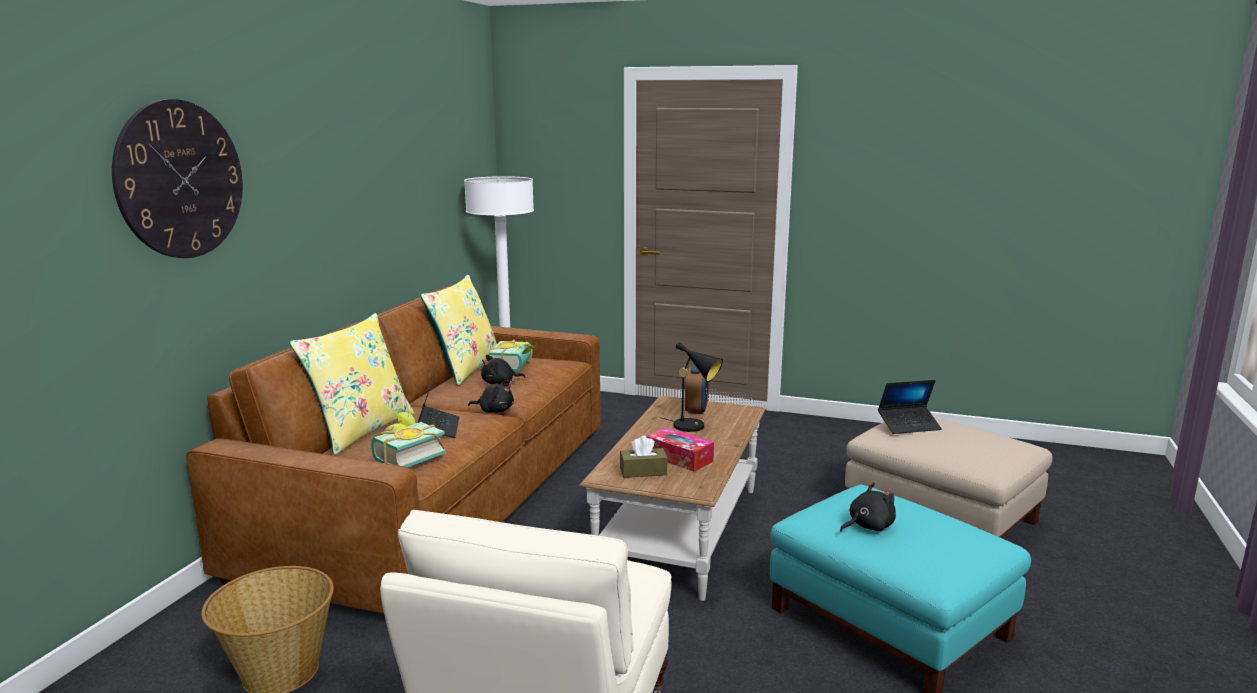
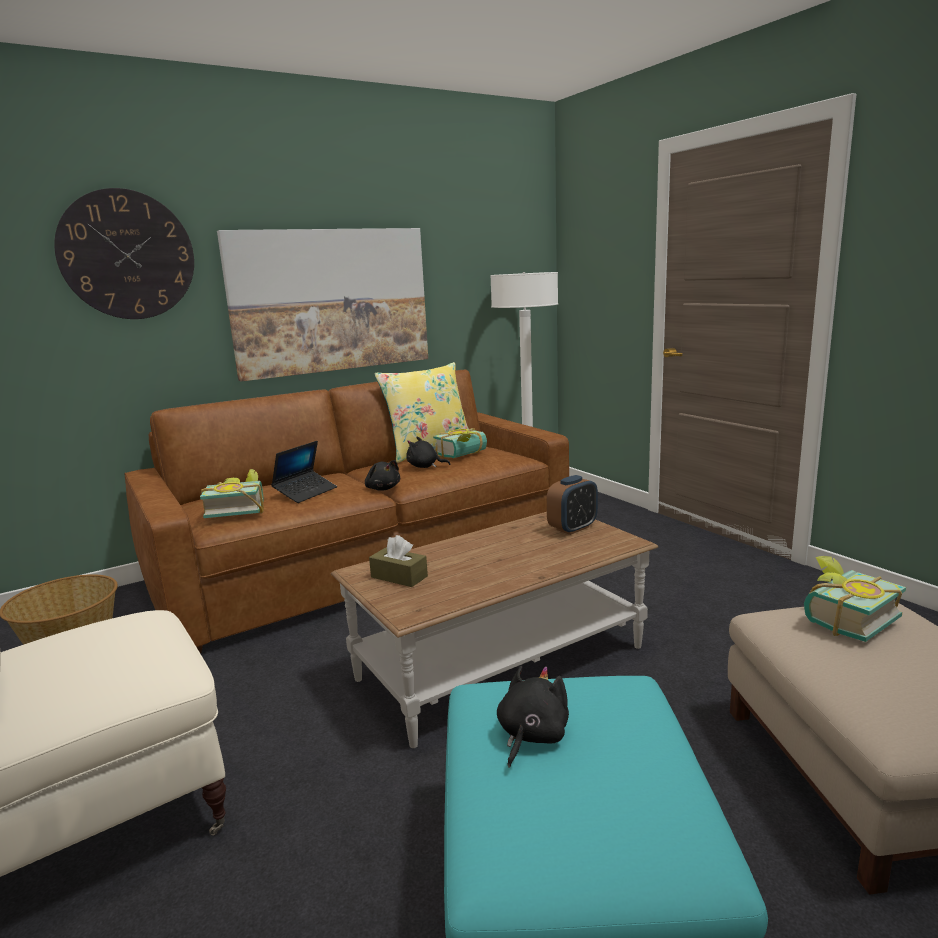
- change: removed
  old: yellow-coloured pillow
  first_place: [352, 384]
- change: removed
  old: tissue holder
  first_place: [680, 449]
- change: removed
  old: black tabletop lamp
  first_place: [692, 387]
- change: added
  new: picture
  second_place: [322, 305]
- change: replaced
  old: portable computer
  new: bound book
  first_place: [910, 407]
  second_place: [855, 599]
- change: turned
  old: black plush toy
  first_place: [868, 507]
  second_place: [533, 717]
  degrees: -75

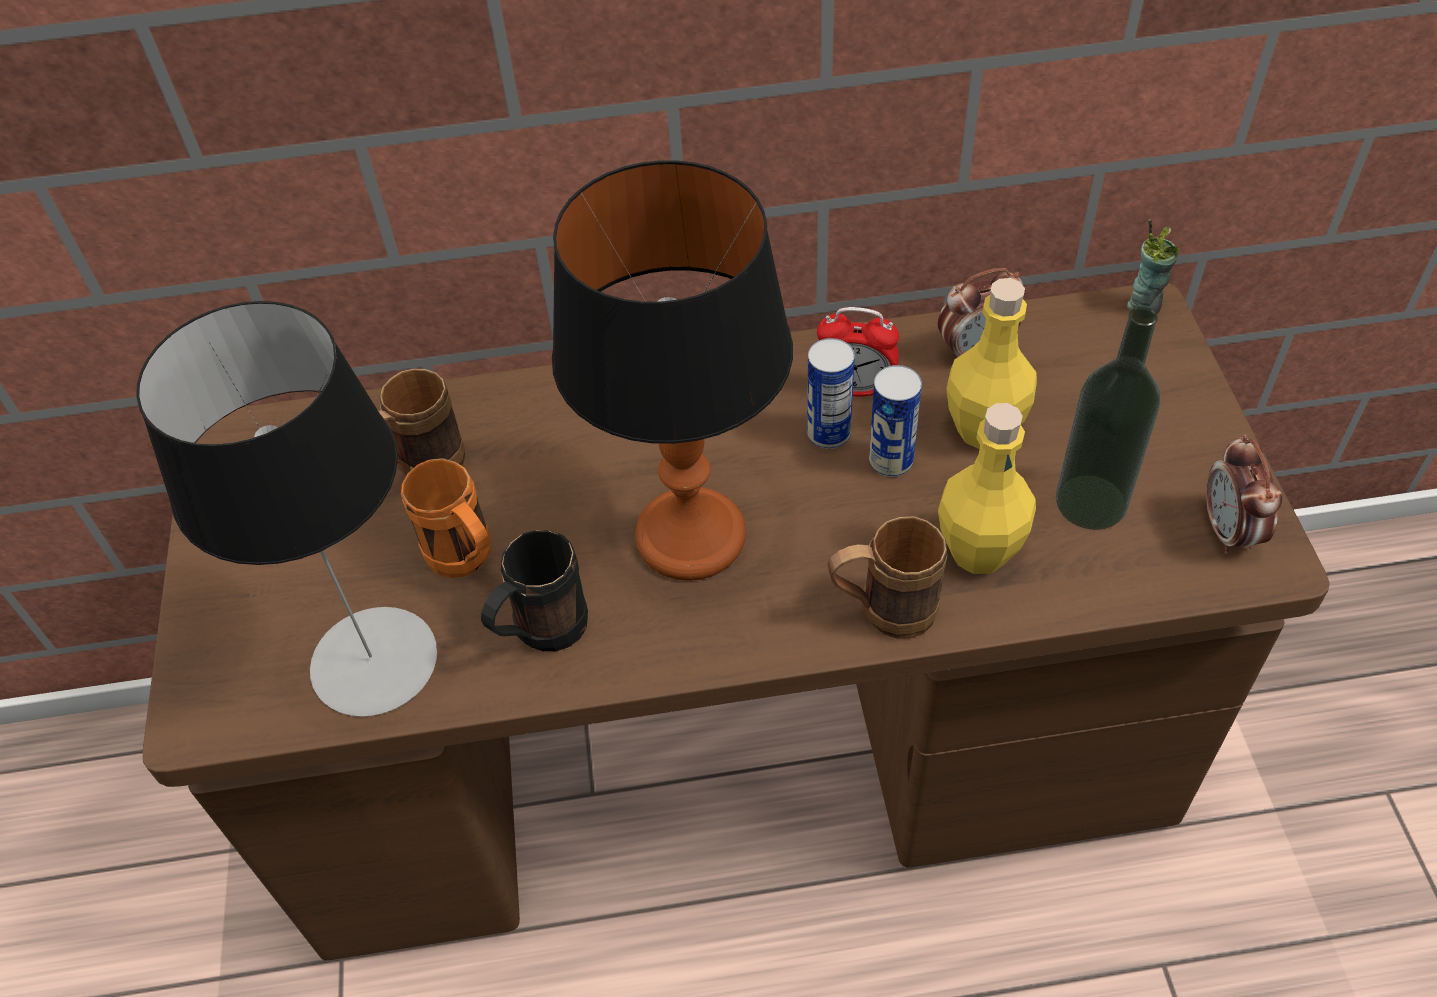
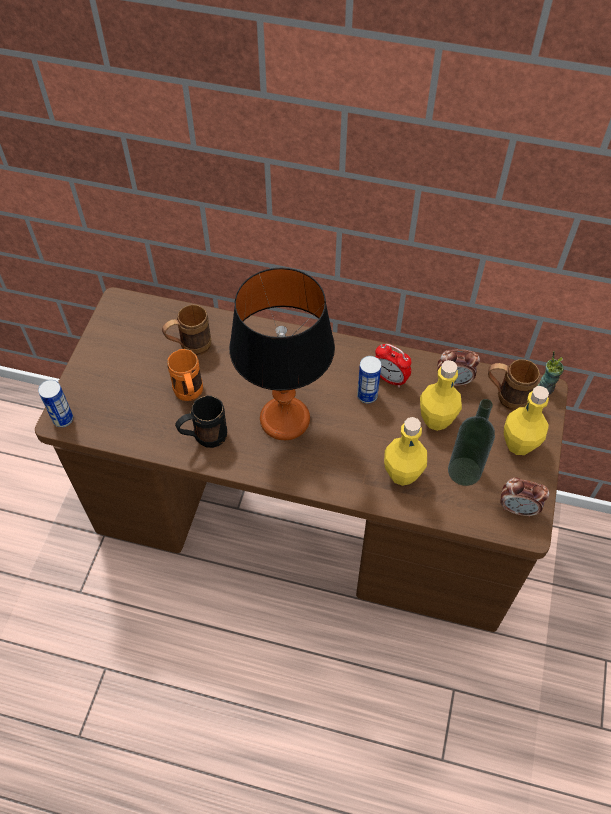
- change: removed
  old: tabletop lamp
  first_place: [286, 509]
- change: added
  new: yellow-coloured beverage bottle
  second_place: [526, 420]
- change: moved
  old: brown-coloured mug
  first_place: [887, 577]
  second_place: [514, 385]
- change: moved
  old: sealed can
  first_place: [895, 421]
  second_place: [55, 403]
- change: turned
  old: table clock
  first_place: [1244, 494]
  second_place: [525, 497]
  degrees: -90

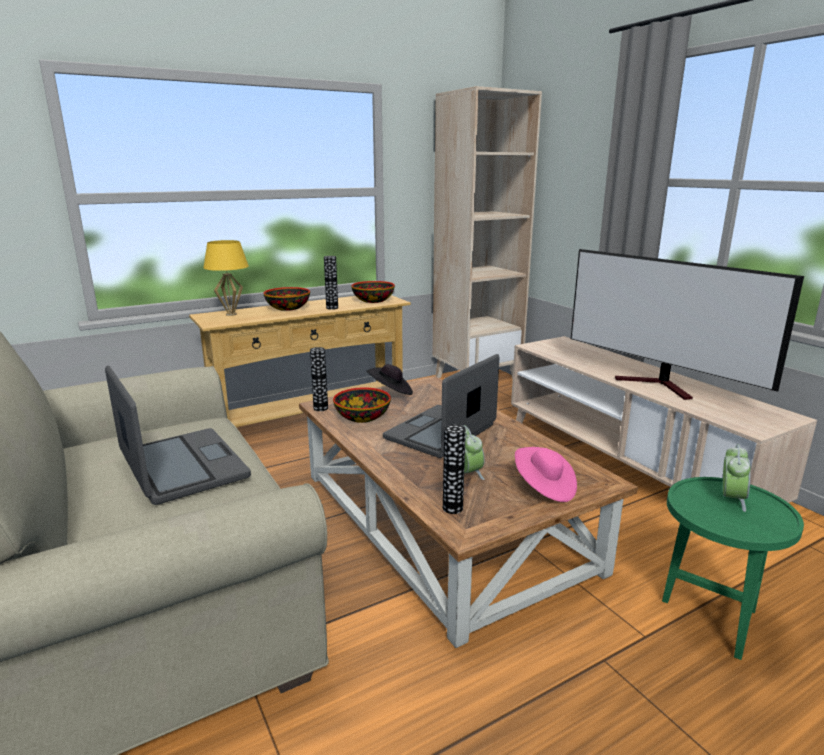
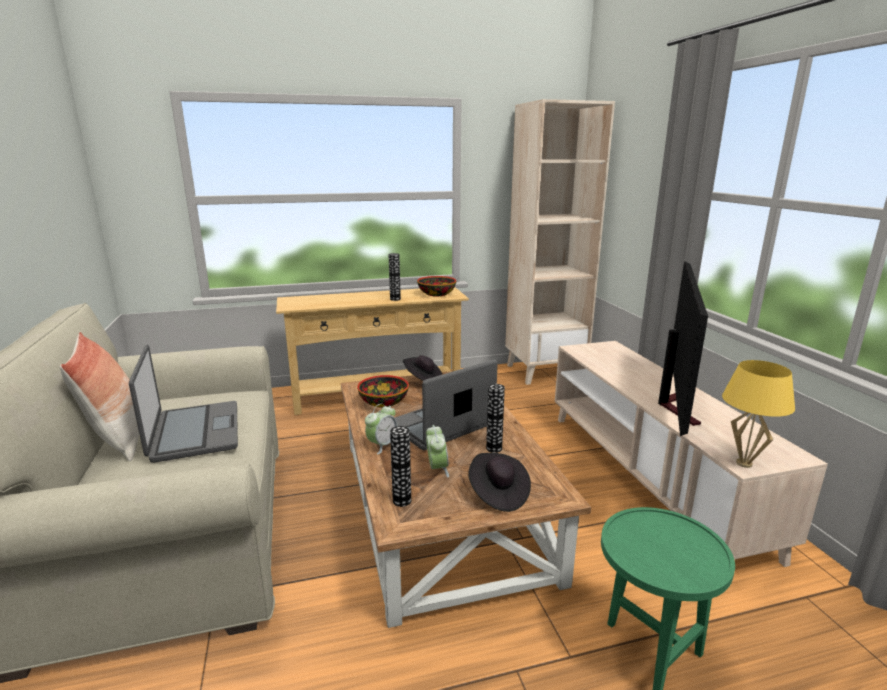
- change: removed
  old: bowl
  first_place: [286, 299]
- change: added
  new: pillow
  second_place: [99, 396]
- change: moved
  old: yellow-coloured tabletop lamp
  first_place: [226, 278]
  second_place: [758, 414]
- change: moved
  old: vase
  first_place: [319, 379]
  second_place: [495, 418]
- change: moved
  old: table clock
  first_place: [736, 478]
  second_place: [381, 429]
- change: recoloured
  old: pinkish wearable hat
  new: black wearable hat
  first_place: [546, 474]
  second_place: [499, 482]
- change: turned
  old: TV
  first_place: [687, 324]
  second_place: [683, 348]
  degrees: -135

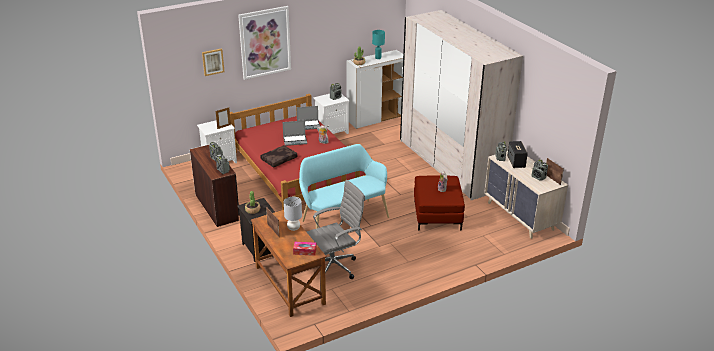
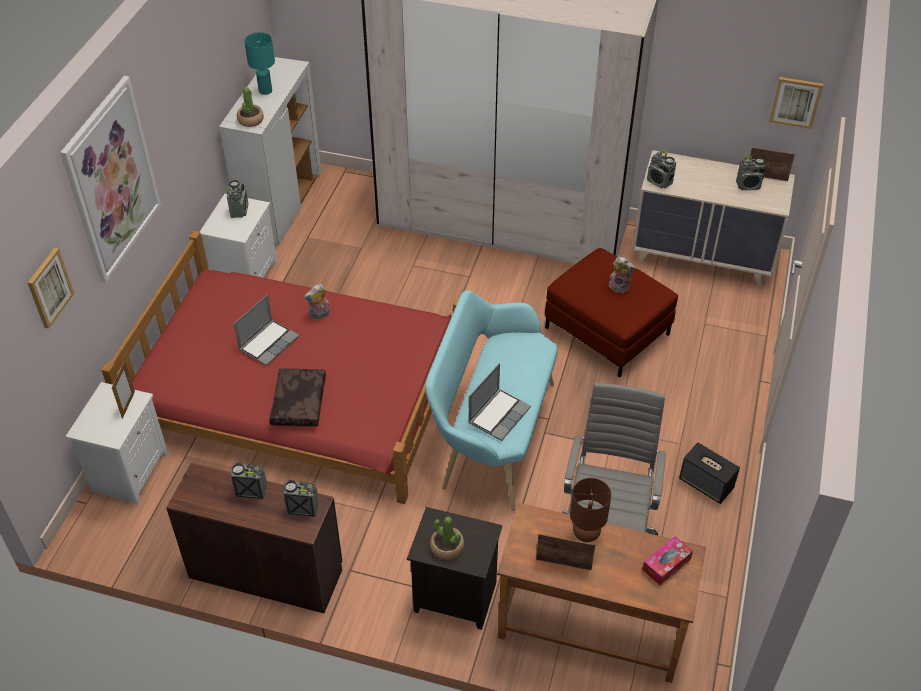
- change: added
  new: picture
  second_place: [796, 103]
- change: moved
  old: portable computer
  first_place: [308, 118]
  second_place: [499, 402]
- change: moved
  old: loudspeaker
  first_place: [517, 154]
  second_place: [709, 473]
- change: recoloured
  old: greyish tabletop lamp
  new: brown-coloured tabletop lamp
  first_place: [293, 214]
  second_place: [590, 510]

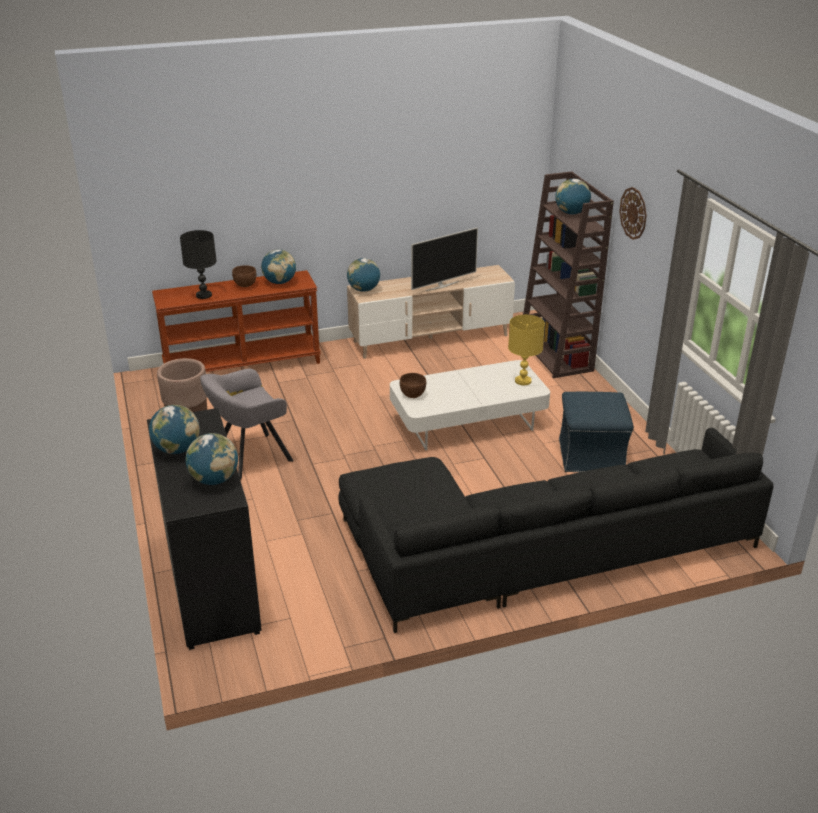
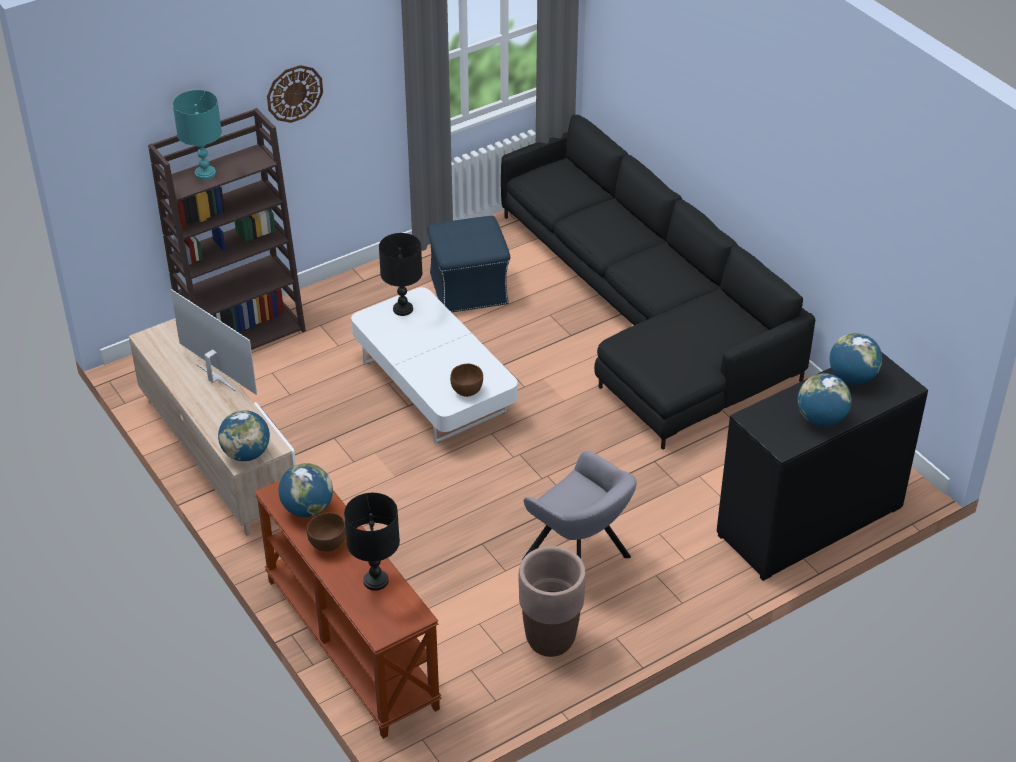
- change: replaced
  old: globe
  new: turquoise-coloured tabletop lamp
  first_place: [573, 197]
  second_place: [197, 135]
- change: recoloured
  old: yellow-coloured tabletop lamp
  new: black tabletop lamp
  first_place: [526, 350]
  second_place: [400, 274]

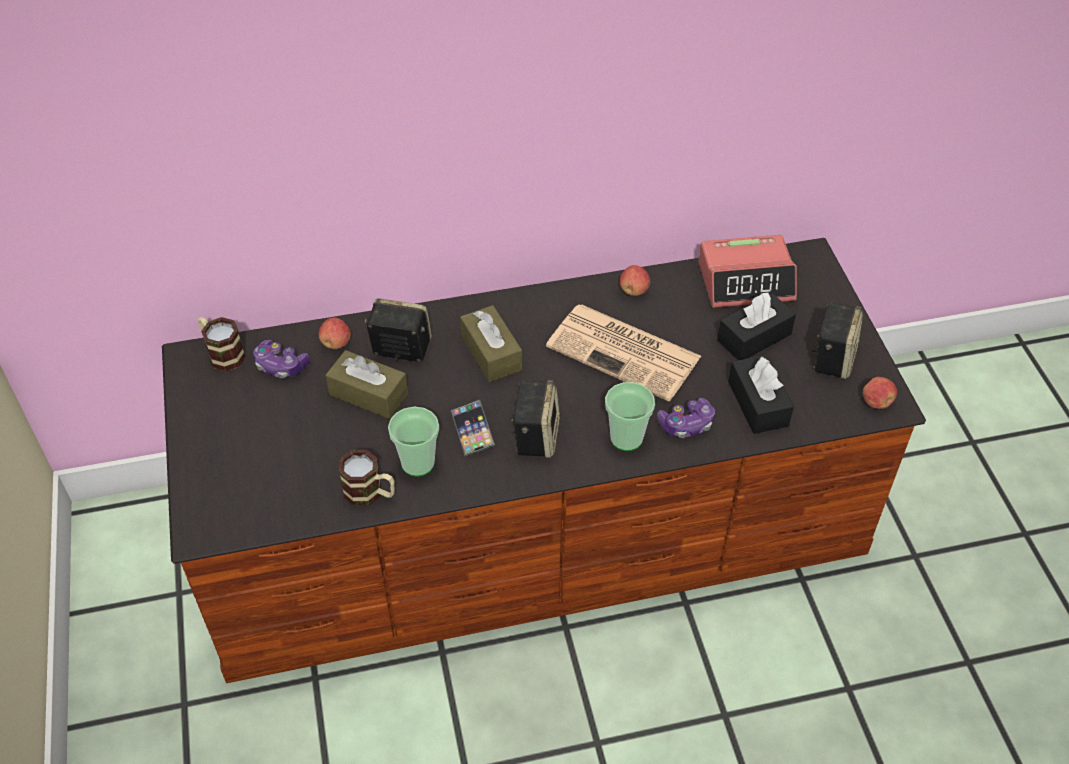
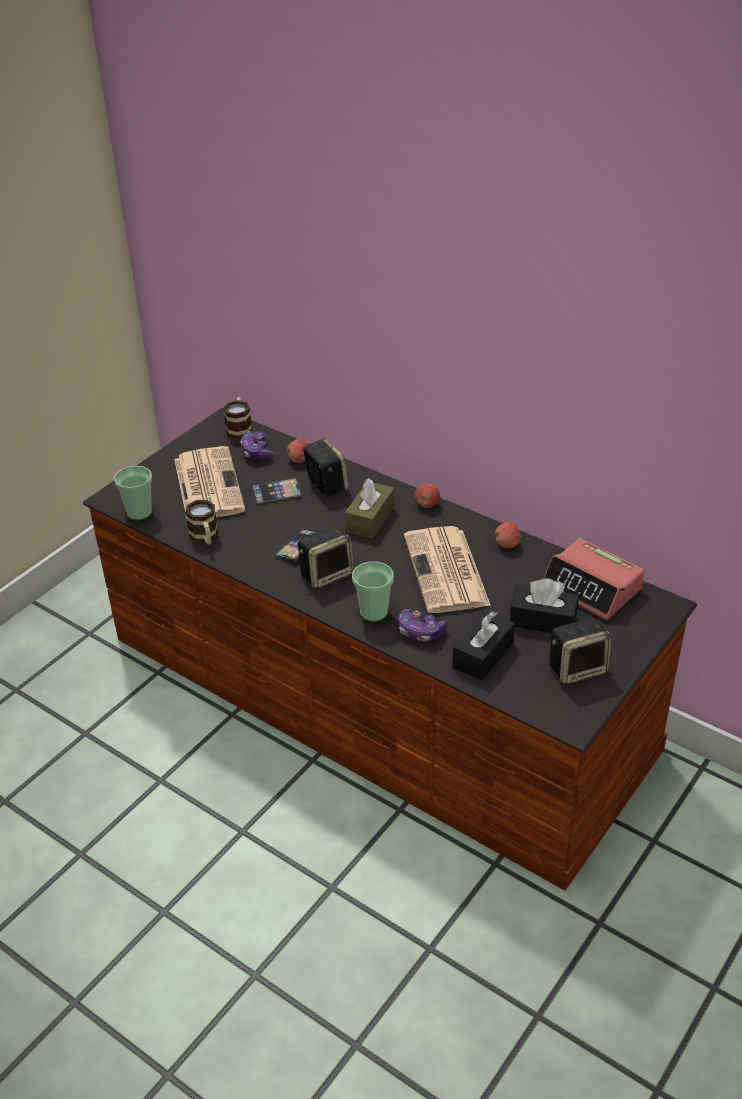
- change: added
  new: printed paper
  second_place: [209, 482]
- change: moved
  old: small cup
  first_place: [413, 442]
  second_place: [133, 493]
- change: moved
  old: apple fruit
  first_place: [880, 393]
  second_place: [427, 495]
- change: replaced
  old: brown-coloured tissue holder
  new: handset
  first_place: [366, 384]
  second_place: [276, 491]

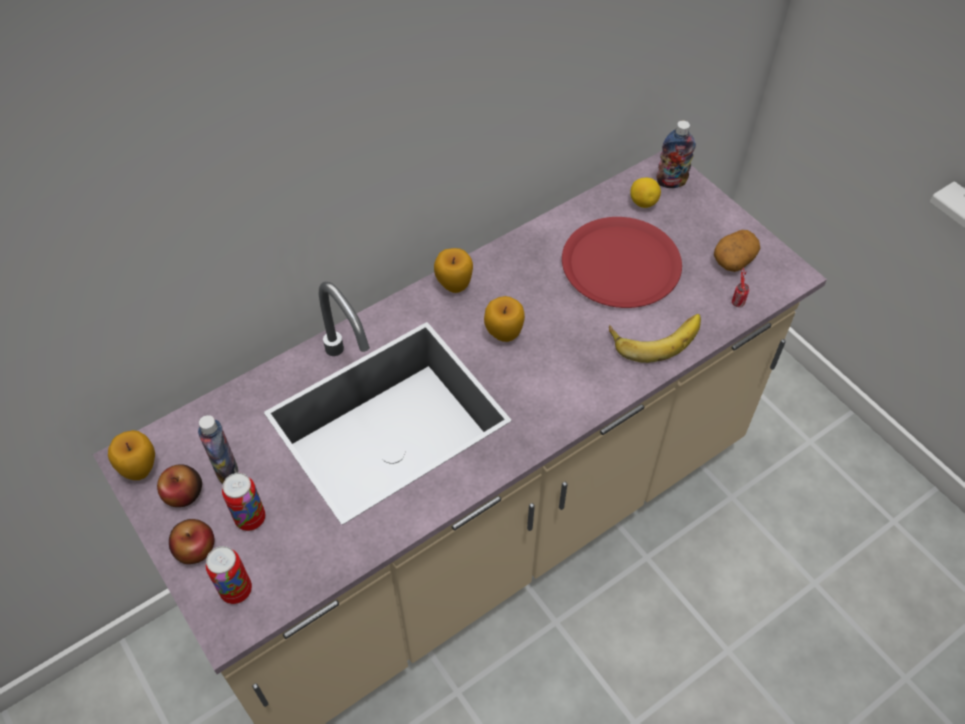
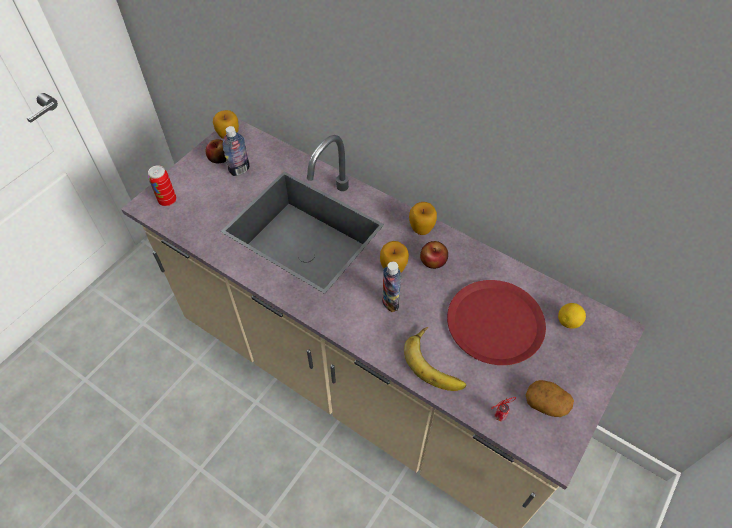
- change: removed
  old: sealed can
  first_place: [243, 502]
- change: moved
  old: apple fruit
  first_place: [191, 541]
  second_place: [434, 255]
- change: moved
  old: beverage bottle
  first_place: [676, 154]
  second_place: [391, 287]

